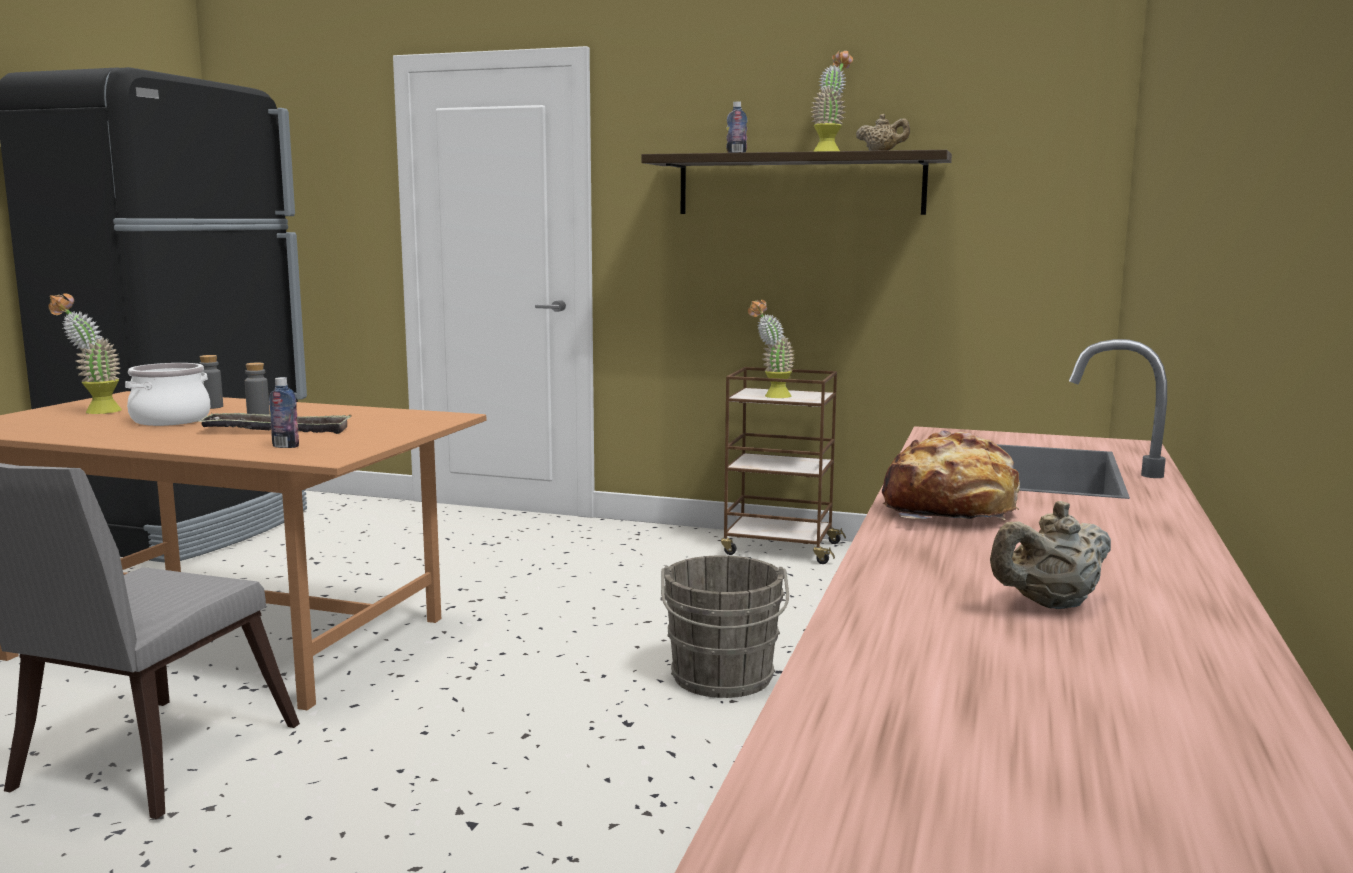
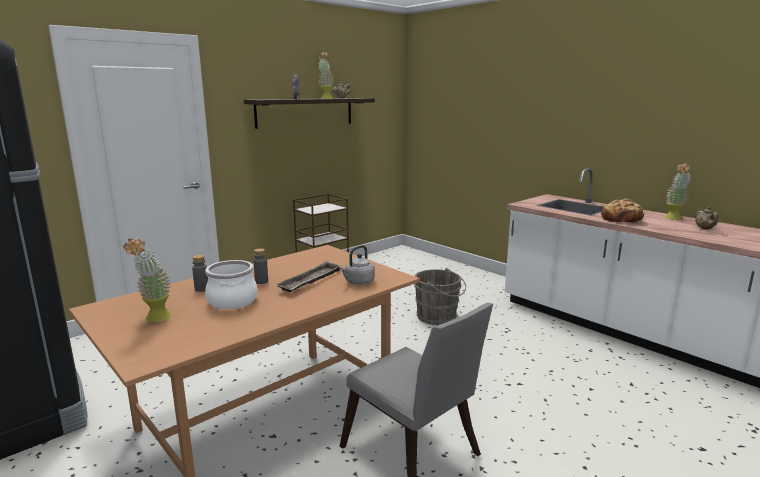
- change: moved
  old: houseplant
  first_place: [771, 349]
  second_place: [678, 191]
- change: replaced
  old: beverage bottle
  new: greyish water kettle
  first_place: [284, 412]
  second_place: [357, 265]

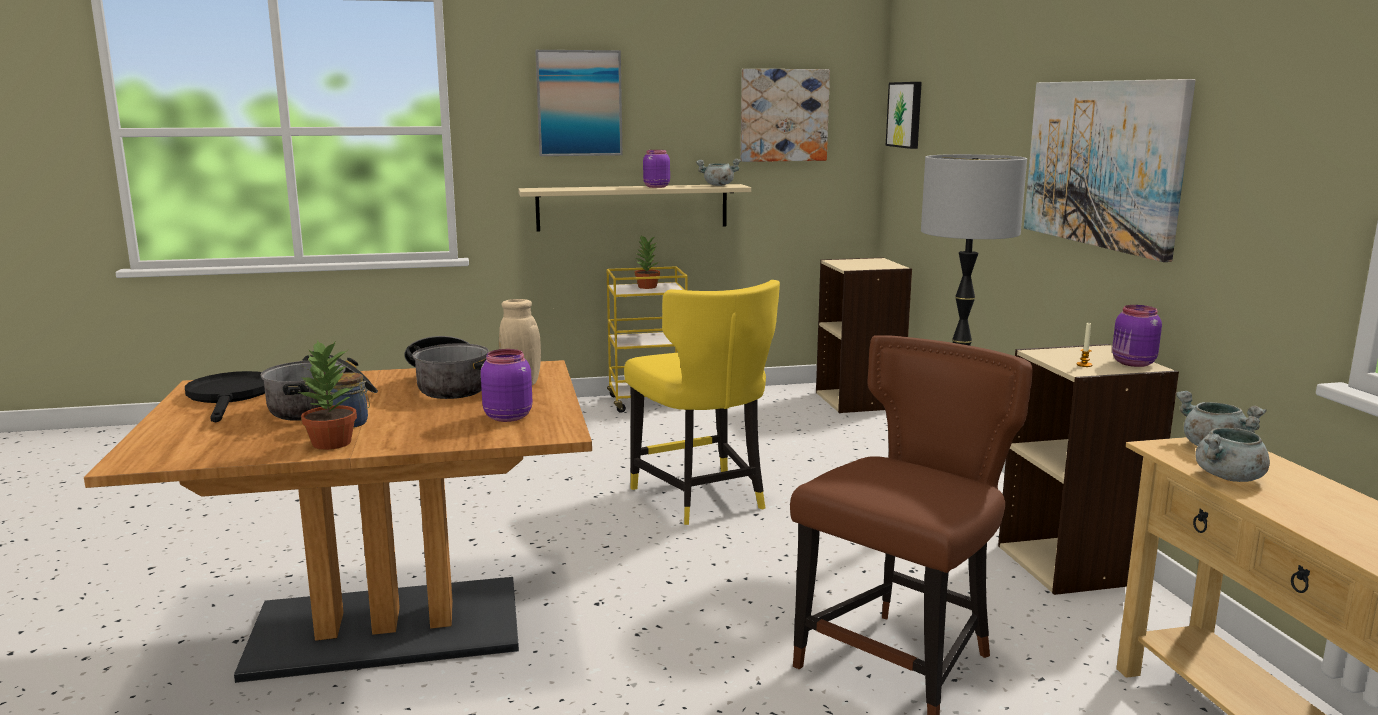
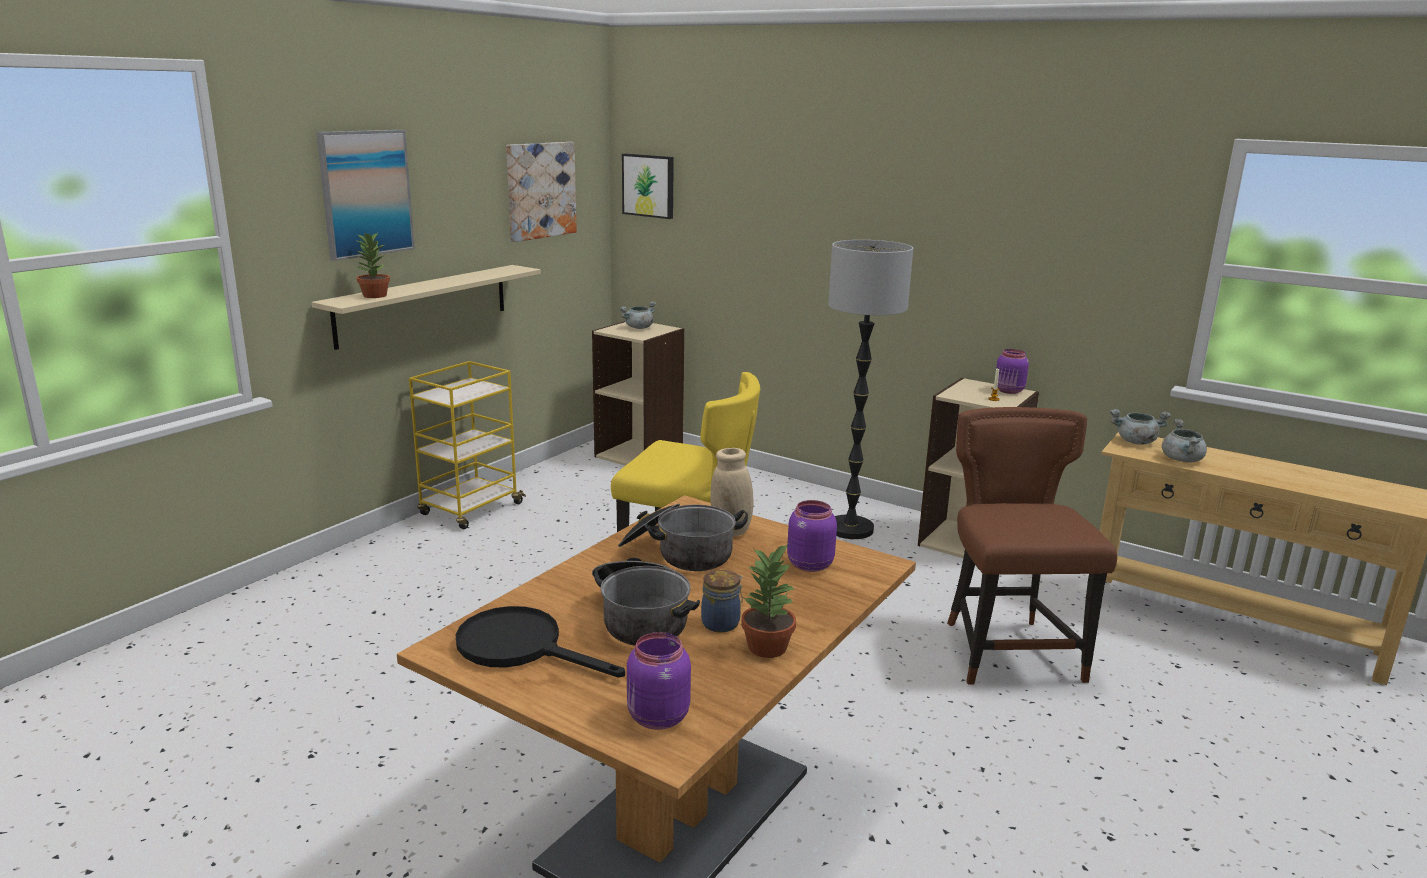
- change: removed
  old: picture
  first_place: [1109, 170]
- change: moved
  old: houseplant
  first_place: [647, 262]
  second_place: [372, 265]
- change: moved
  old: purple jar
  first_place: [656, 169]
  second_place: [659, 681]
- change: moved
  old: greyish cooking pot
  first_place: [718, 172]
  second_place: [637, 315]

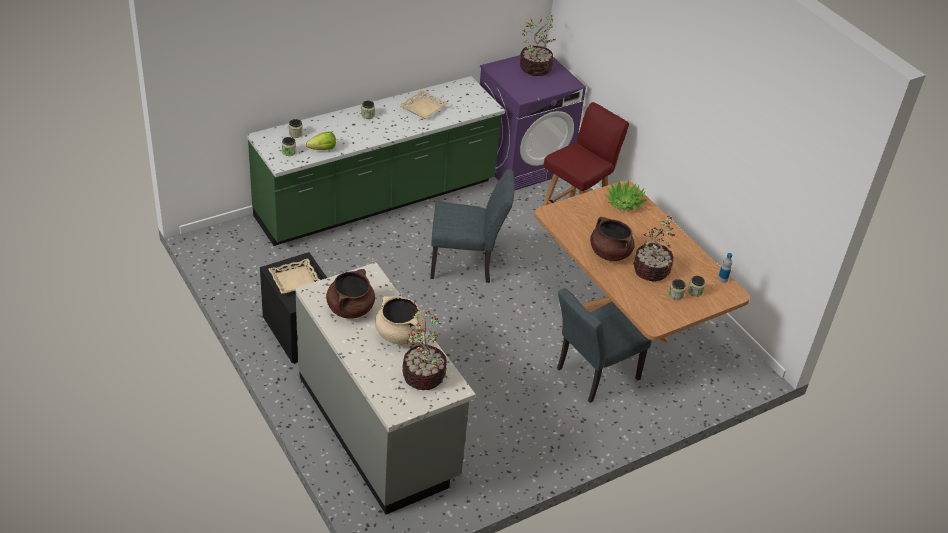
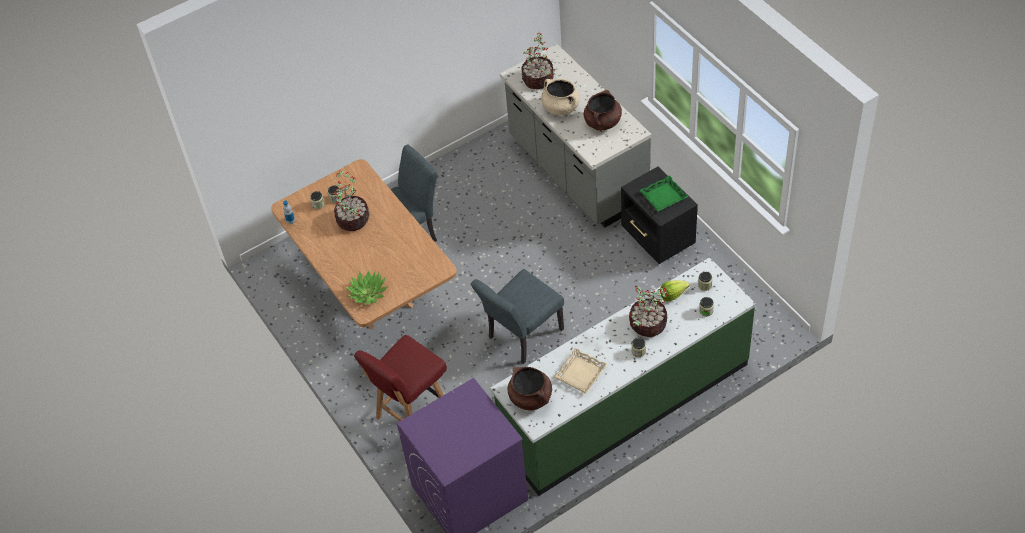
- change: moved
  old: houseplant
  first_place: [538, 45]
  second_place: [649, 311]
- change: moved
  old: brown-coloured cooking pot
  first_place: [612, 239]
  second_place: [530, 389]
- change: recoloured
  old: beige carrying tray
  new: green-coloured carrying tray
  first_place: [294, 276]
  second_place: [664, 193]
- change: turned
  old: greyish plain chair
  first_place: [472, 226]
  second_place: [517, 316]
  degrees: -45

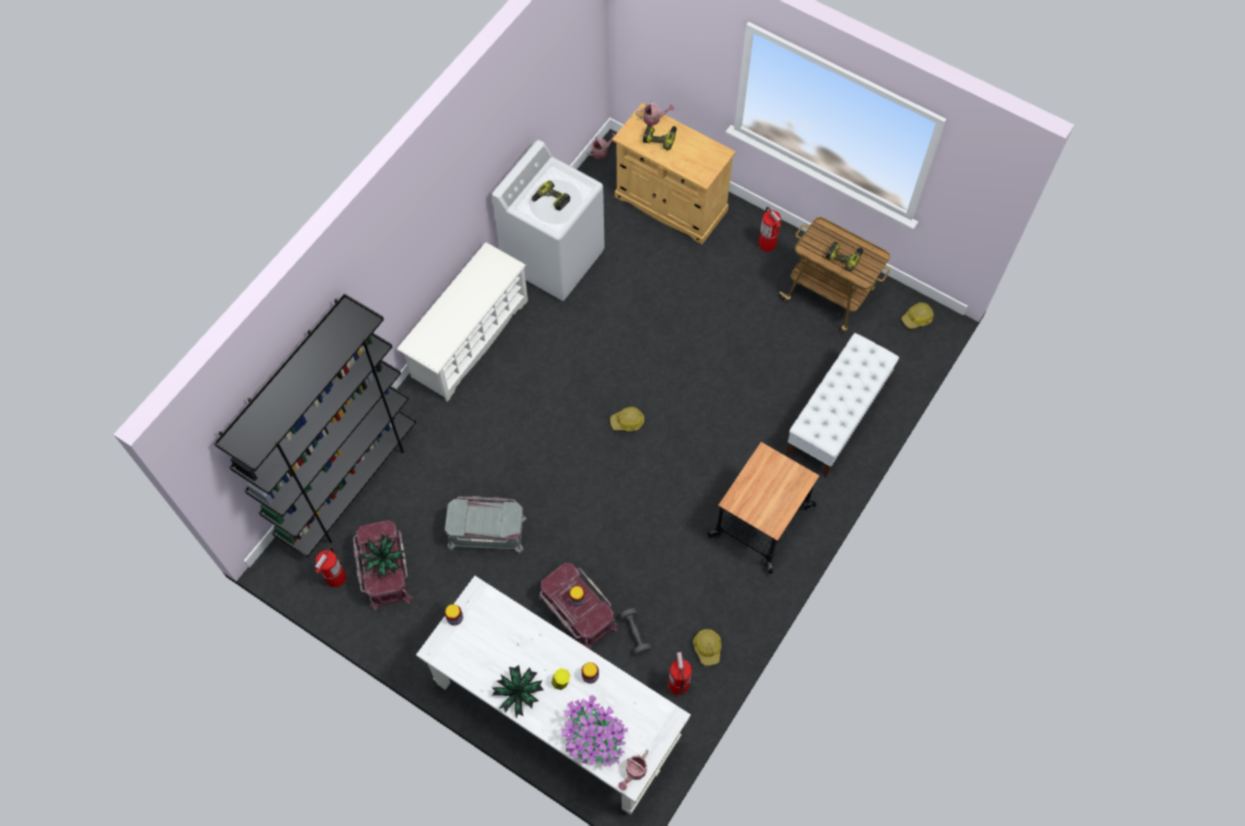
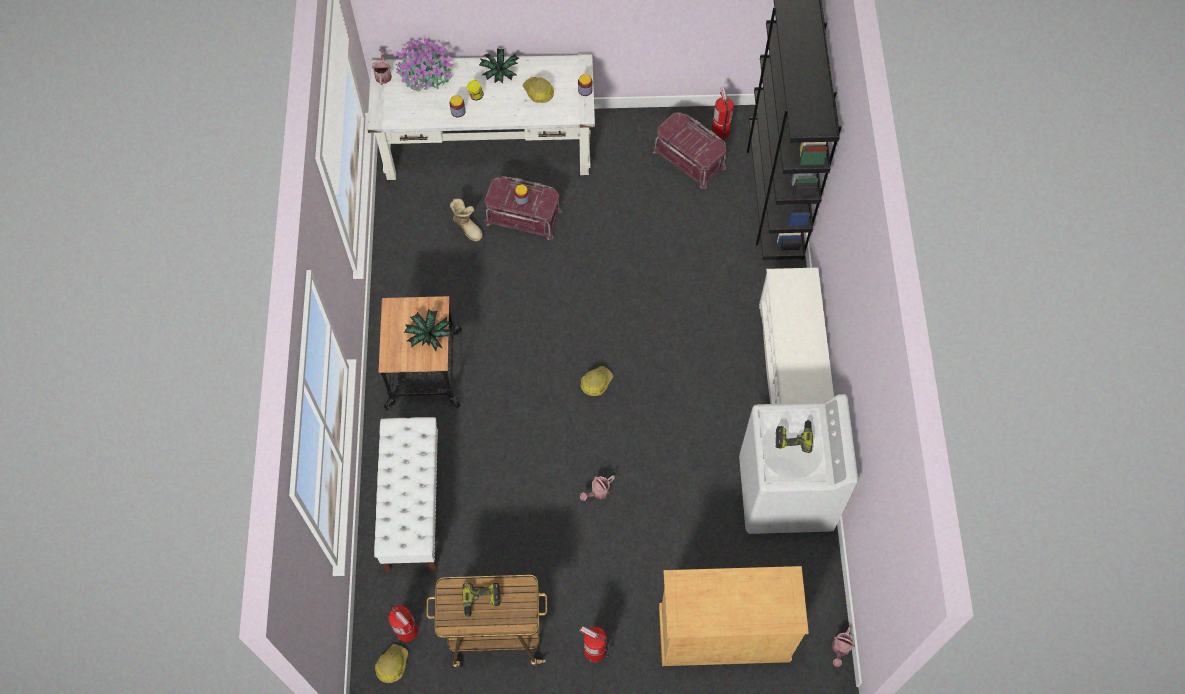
- change: removed
  old: greyish storage box
  first_place: [486, 525]
- change: removed
  old: drill
  first_place: [660, 137]
- change: moved
  old: houseplant
  first_place: [381, 556]
  second_place: [427, 330]
- change: moved
  old: sprinkling can
  first_place: [655, 113]
  second_place: [597, 488]
- change: moved
  old: fire extinguisher
  first_place: [680, 674]
  second_place: [403, 623]
- change: moved
  old: hard hat
  first_place: [707, 647]
  second_place: [538, 90]
- change: replaced
  old: greyish hand weight
  new: high-top boot
  first_place: [635, 631]
  second_place: [466, 220]

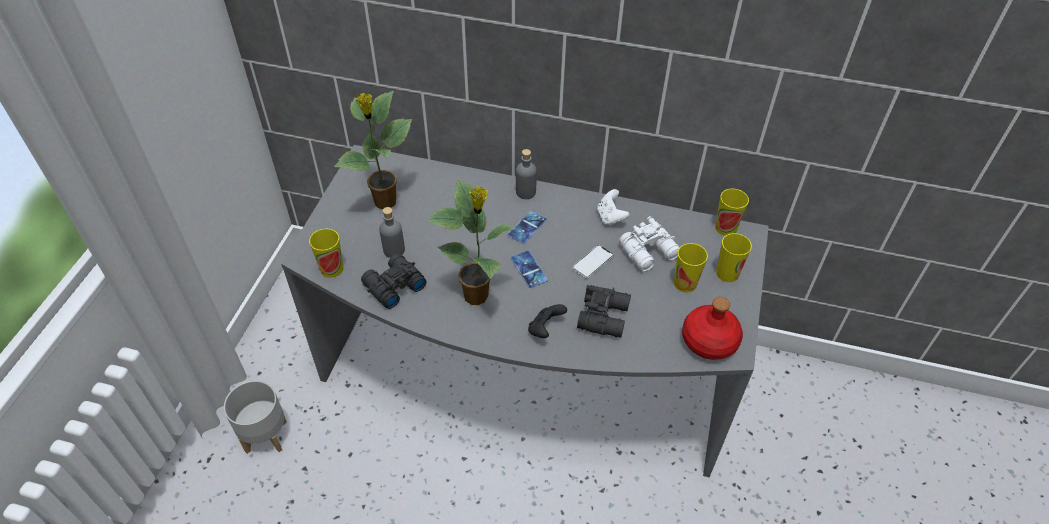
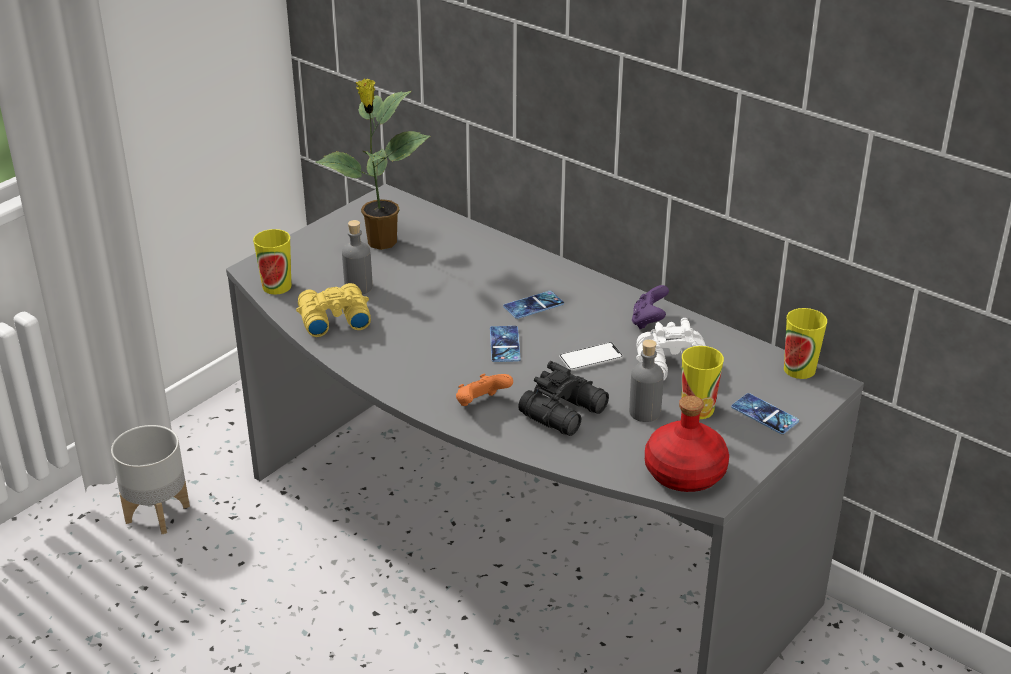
- change: removed
  old: houseplant
  first_place: [471, 241]
- change: moved
  old: greyish beverage bottle
  first_place: [526, 174]
  second_place: [646, 380]
- change: replaced
  old: small cup
  new: handset
  first_place: [734, 257]
  second_place: [765, 413]
- change: recoloured
  old: black pair of binoculars
  new: yellow-coloured pair of binoculars
  first_place: [394, 281]
  second_place: [333, 310]
- change: recoloured
  old: black gamepad
  new: orange gamepad
  first_place: [547, 321]
  second_place: [484, 390]
- change: recoloured
  old: whitish gamepad
  new: purple gamepad
  first_place: [613, 207]
  second_place: [650, 307]

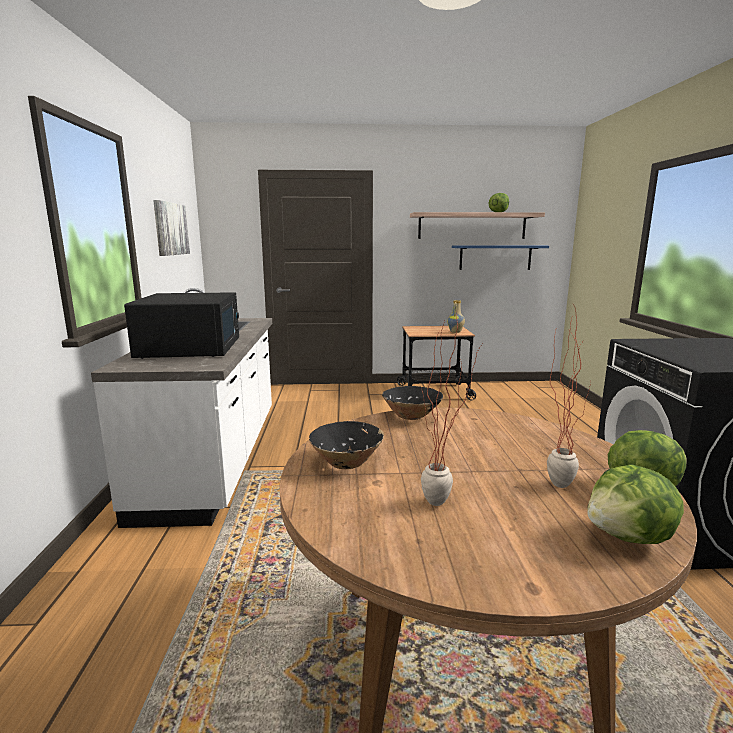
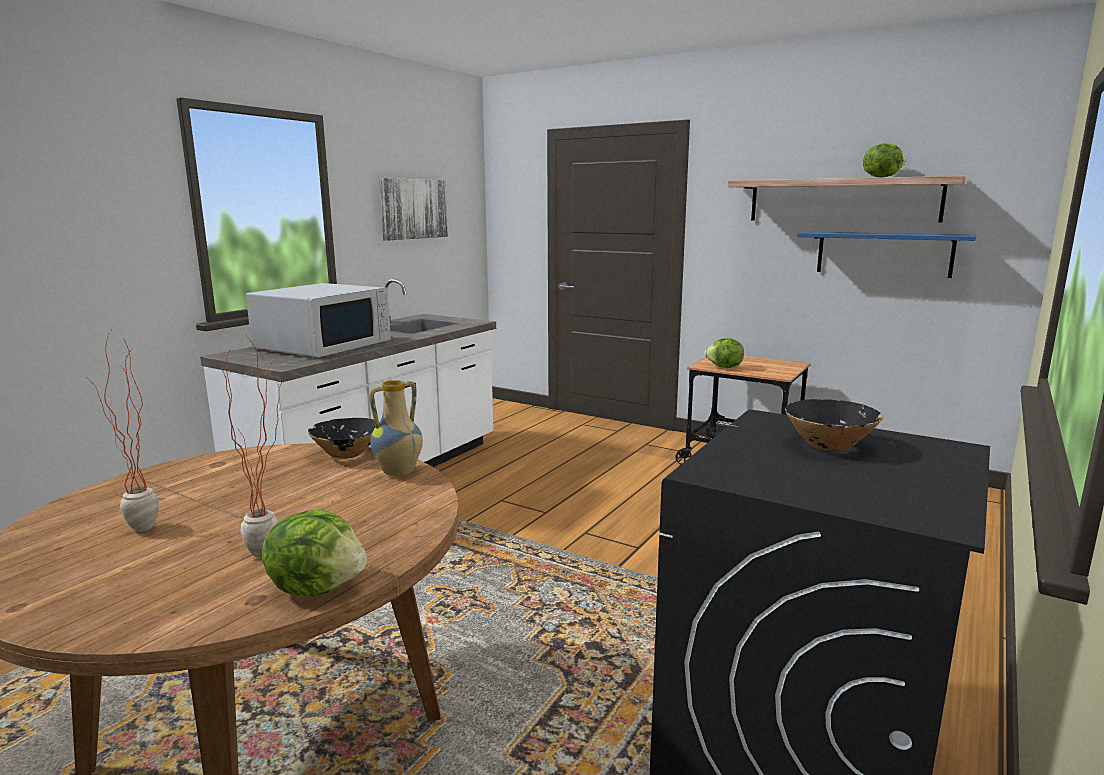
- change: moved
  old: black bowl
  first_place: [346, 445]
  second_place: [834, 425]
- change: moved
  old: vase
  first_place: [456, 316]
  second_place: [396, 428]
- change: moved
  old: head of lettuce
  first_place: [635, 504]
  second_place: [724, 353]
- change: recoloured
  old: black microwave
  new: whitish microwave
  first_place: [181, 325]
  second_place: [318, 320]

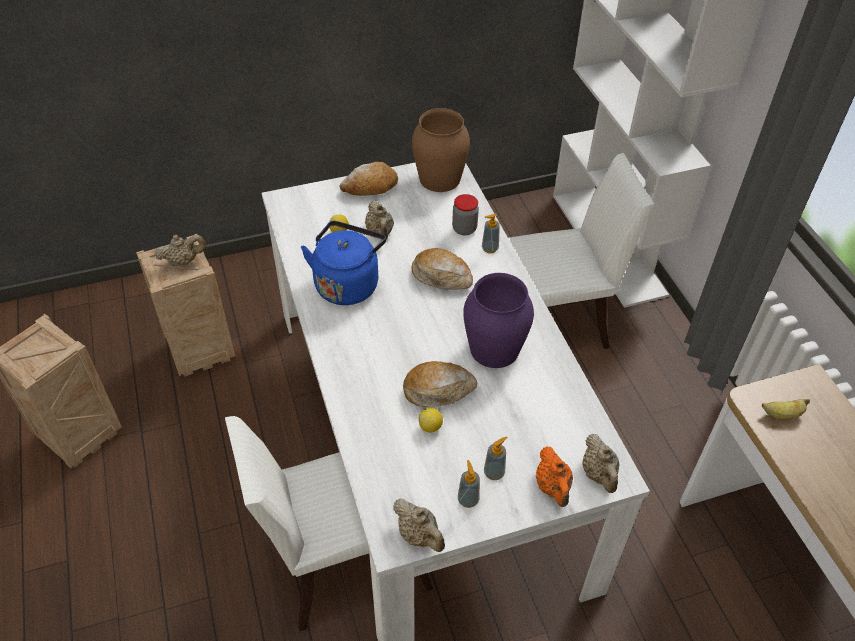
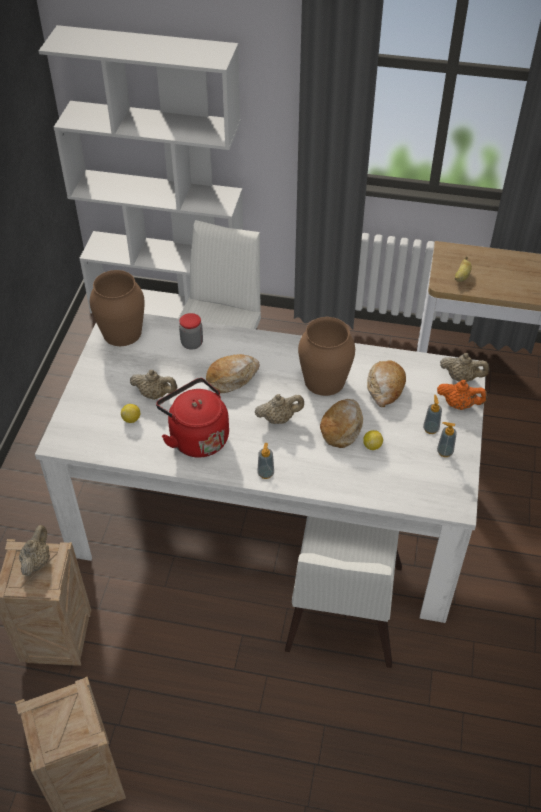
- change: moved
  old: baked bread
  first_place: [369, 179]
  second_place: [386, 383]
- change: moved
  old: beige pot for tea
  first_place: [419, 525]
  second_place: [279, 409]
- change: moved
  old: liquid soap bottle
  first_place: [491, 233]
  second_place: [265, 461]
- change: recoloured
  old: blue water kettle
  new: reddish water kettle
  first_place: [343, 263]
  second_place: [192, 418]
- change: recoloured
  old: purple vase
  new: brown-coloured vase
  first_place: [498, 320]
  second_place: [326, 356]

